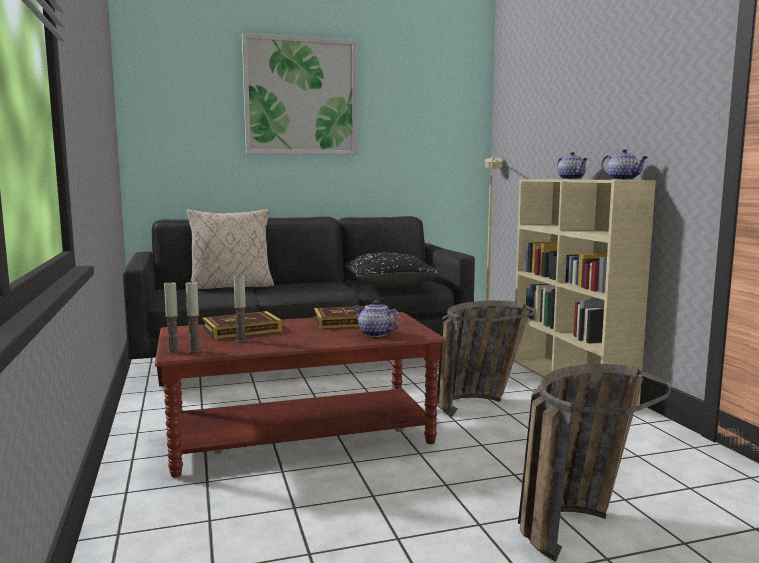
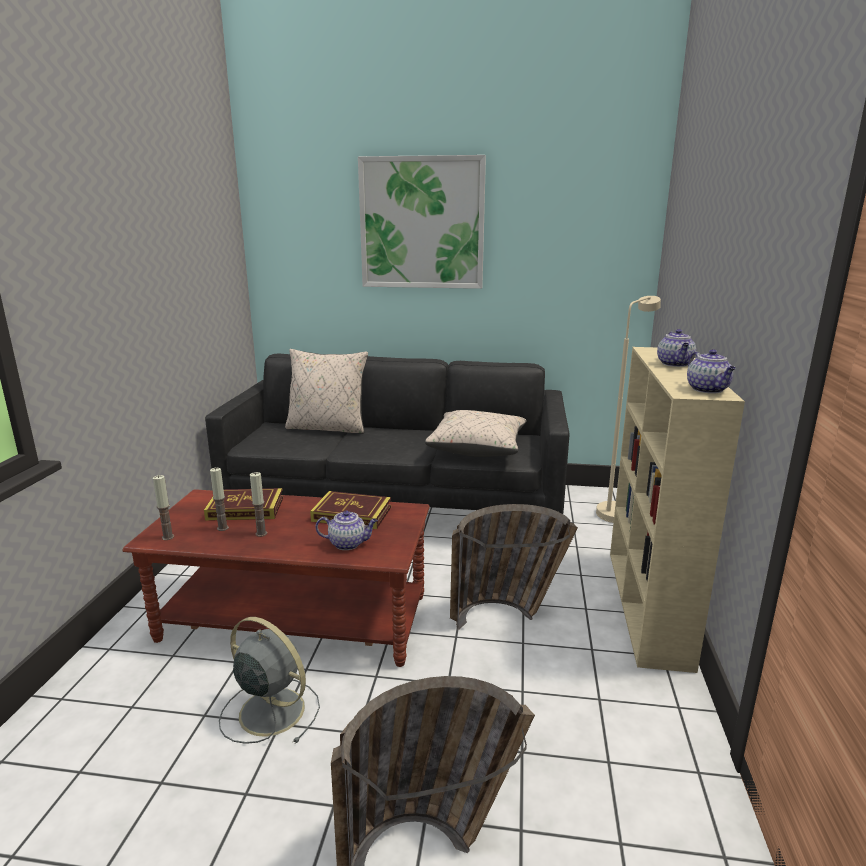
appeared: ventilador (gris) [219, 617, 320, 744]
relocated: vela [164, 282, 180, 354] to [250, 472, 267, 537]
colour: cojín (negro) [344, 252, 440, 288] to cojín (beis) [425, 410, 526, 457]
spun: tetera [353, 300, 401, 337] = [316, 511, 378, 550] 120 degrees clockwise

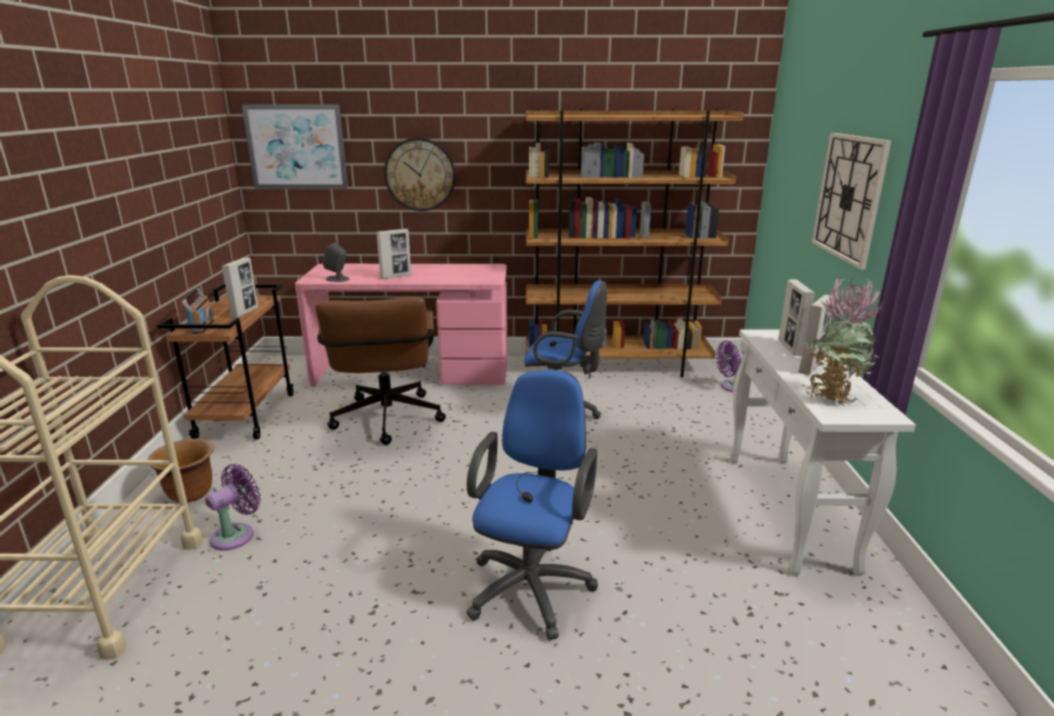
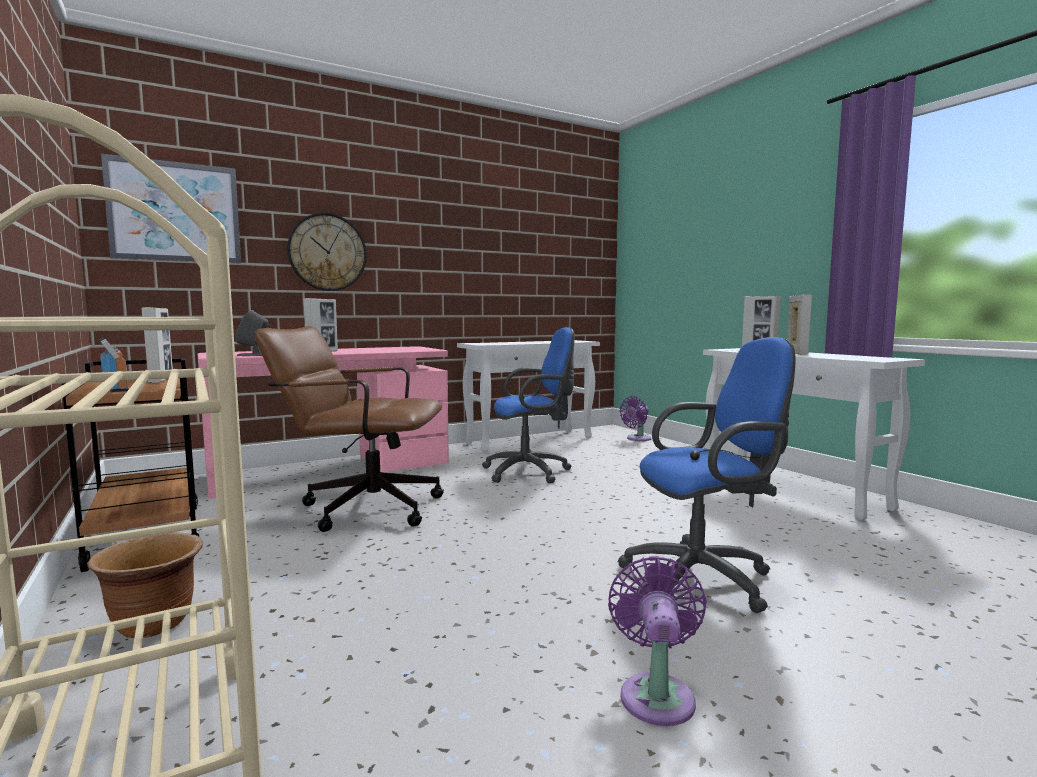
missing: reloj de pared [811, 133, 891, 270]; planta en maceta [802, 278, 882, 405]
relocated: ventilador (morado) [205, 464, 261, 551] to [608, 556, 707, 726]
exchanged: estantería (marrón) [526, 109, 744, 377] to mesa consola (blanco) [457, 340, 600, 452]
spun: silla de oficina (marrón) [315, 297, 446, 445] = [254, 326, 444, 532] 135 degrees clockwise; silla de oficina (azul) [466, 370, 598, 640] = [618, 337, 795, 613] 90 degrees clockwise

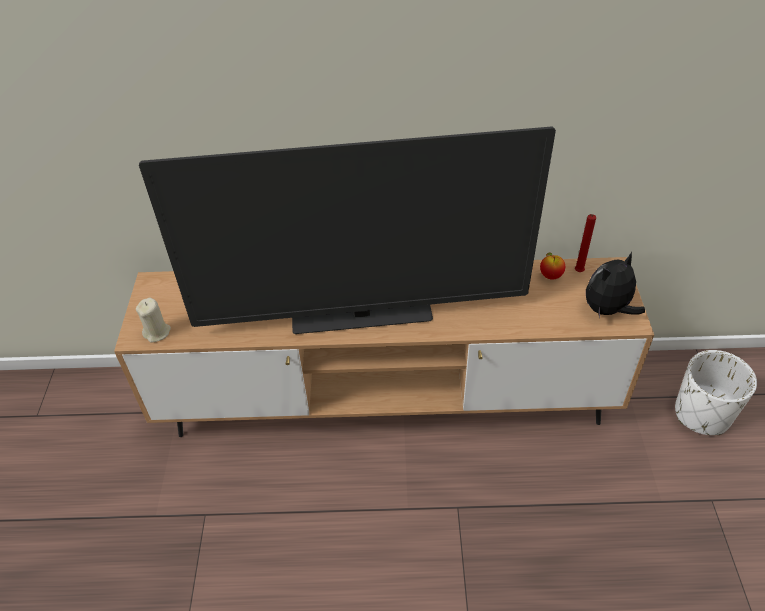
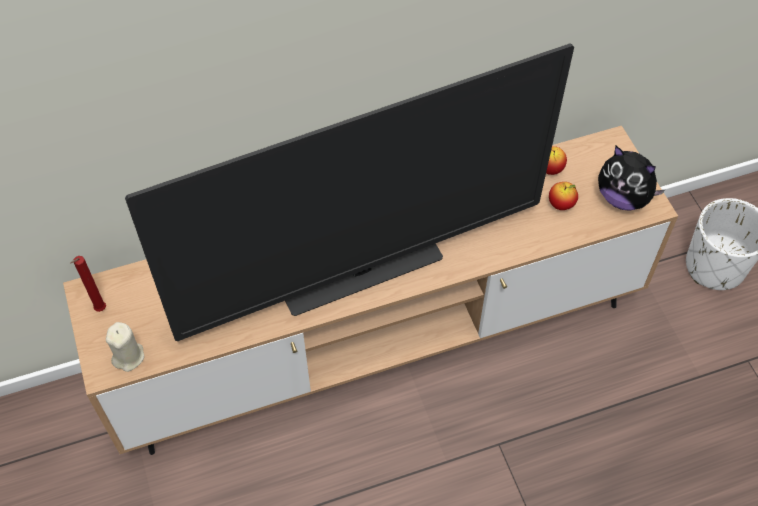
appeared: manzana [549, 182, 578, 210]
relocated: vela (rojo) [575, 214, 596, 272] to [70, 256, 106, 312]
spun: peluche [586, 251, 645, 318] = [598, 146, 665, 211] 90 degrees counterclockwise

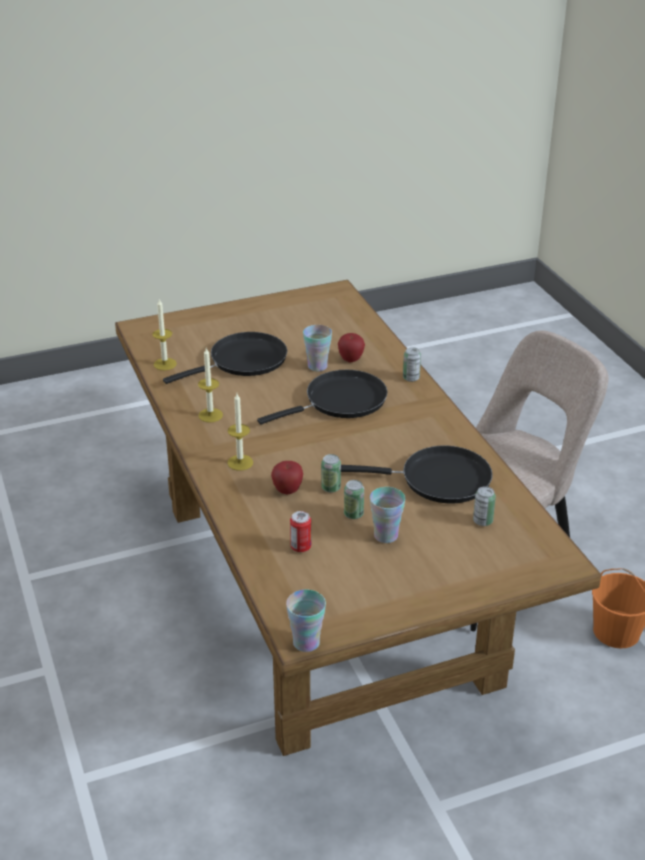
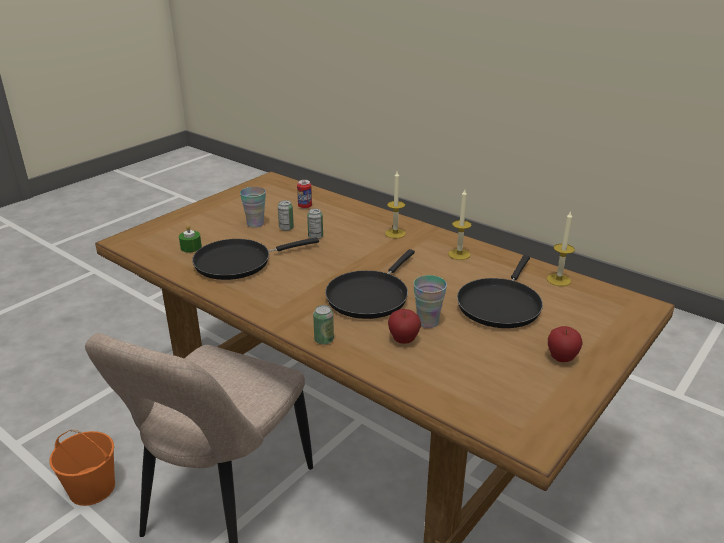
missing: taza [286, 590, 326, 652]
relocated: manzana [271, 461, 303, 494] to [548, 326, 583, 362]
exchanged: lata [473, 486, 496, 526] to vela (verde) [179, 225, 202, 253]

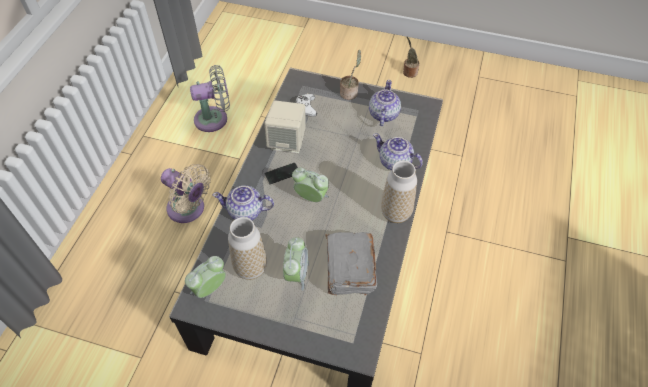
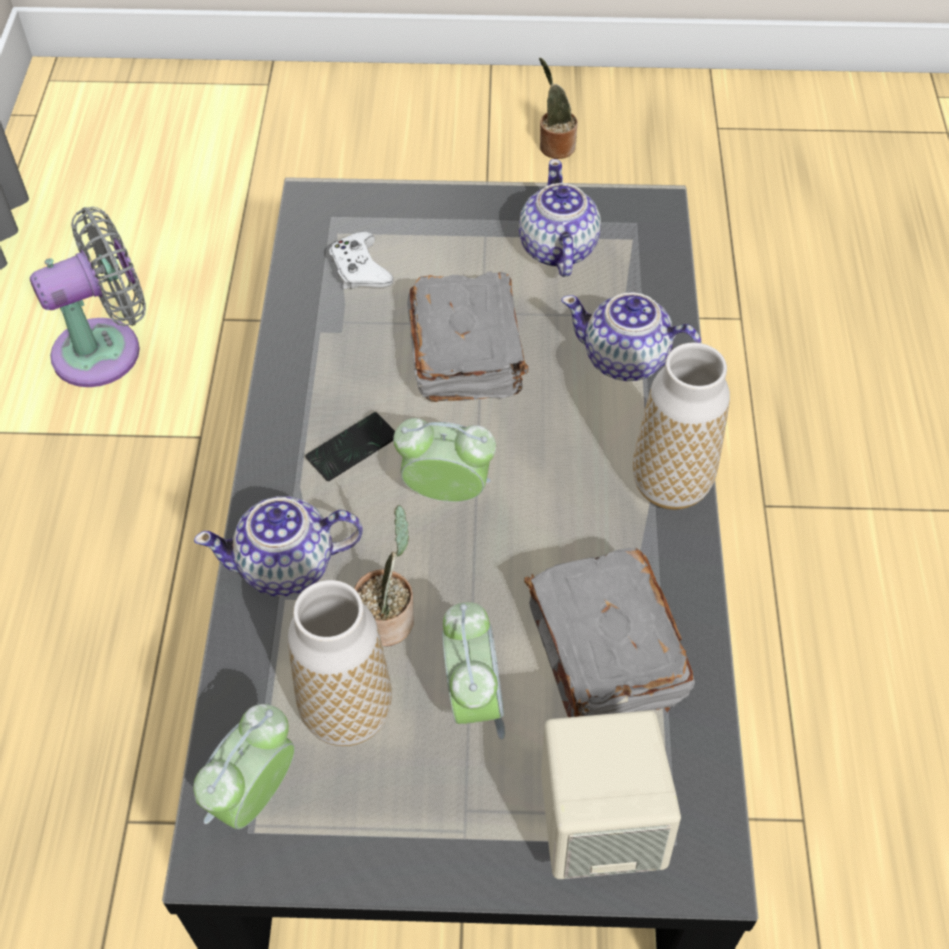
missing: ventilador (beis) [161, 164, 211, 223]
appeared: libro (gris) [407, 271, 528, 402]
relocated: planta en maceta [340, 50, 361, 100] to [354, 505, 414, 646]; altavoz (beis) [264, 100, 306, 154] to [541, 710, 681, 879]

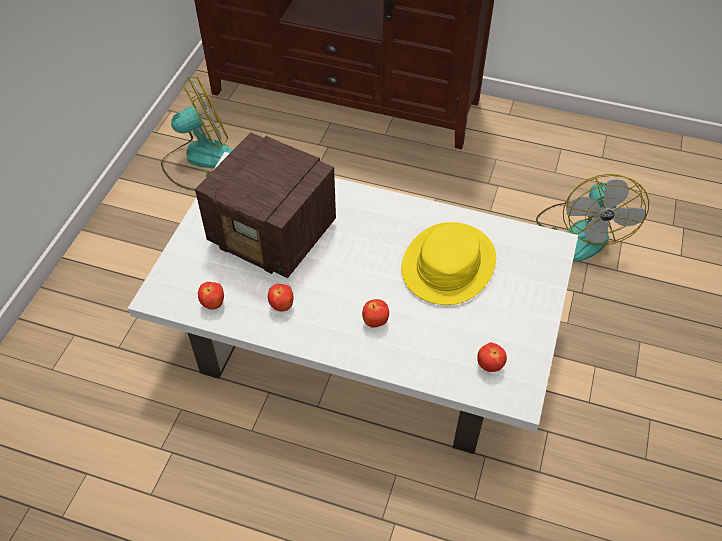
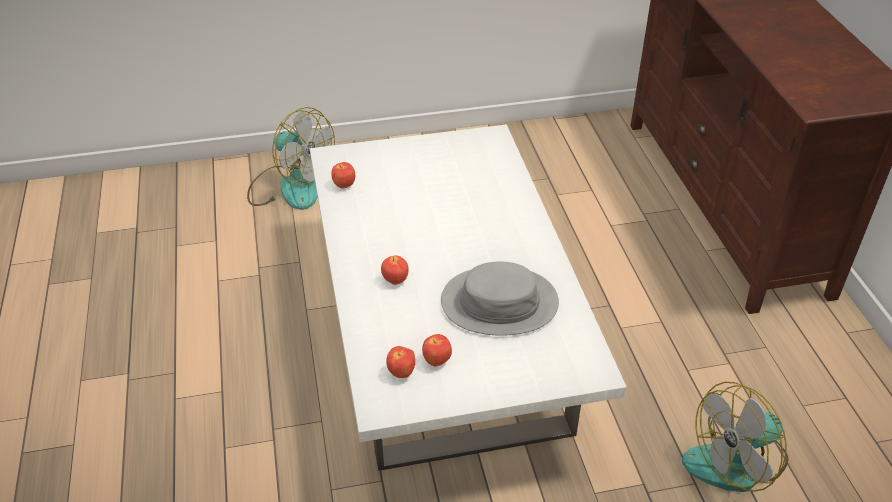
missing: radio [195, 132, 336, 278]
relocated: ventilador [161, 77, 233, 191] to [247, 107, 335, 210]; manzana [268, 284, 294, 311] to [422, 334, 452, 366]
colour: sombrero (amarillo) [401, 222, 496, 305] to sombrero (gris) [441, 262, 559, 336]

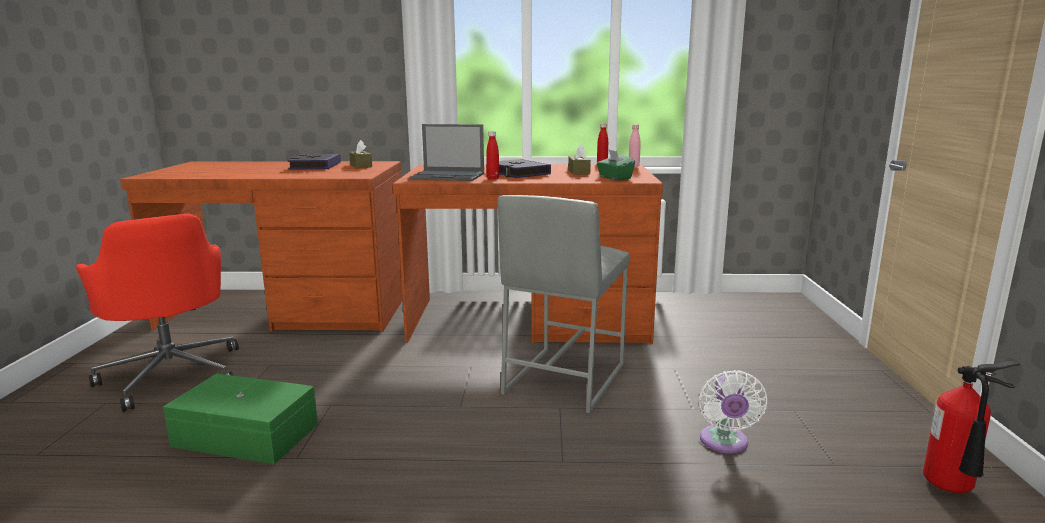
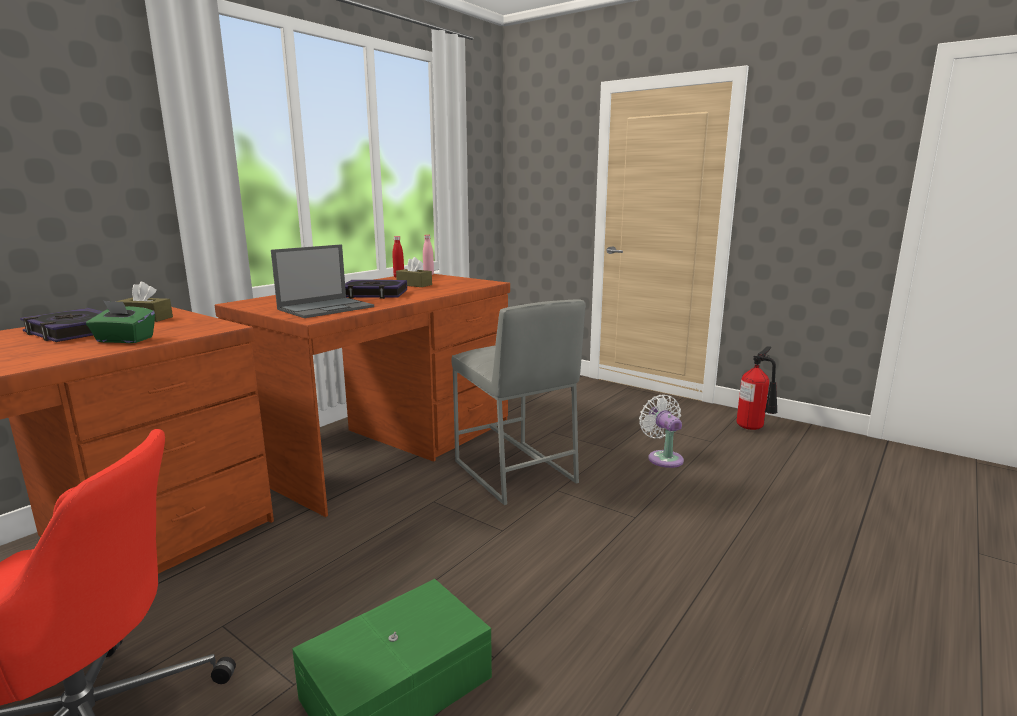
missing: botella (rojo) [486, 131, 499, 180]
relocated: caja de pañuelos (verde) [597, 150, 635, 180] to [86, 301, 155, 343]
spun: ventilador (blanco) [699, 370, 767, 453] = [639, 395, 684, 468] 150 degrees counterclockwise

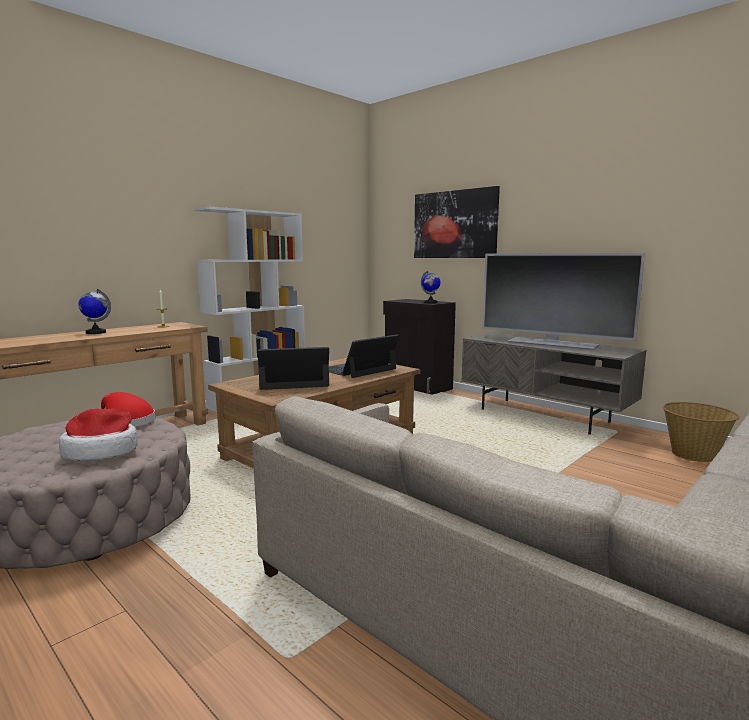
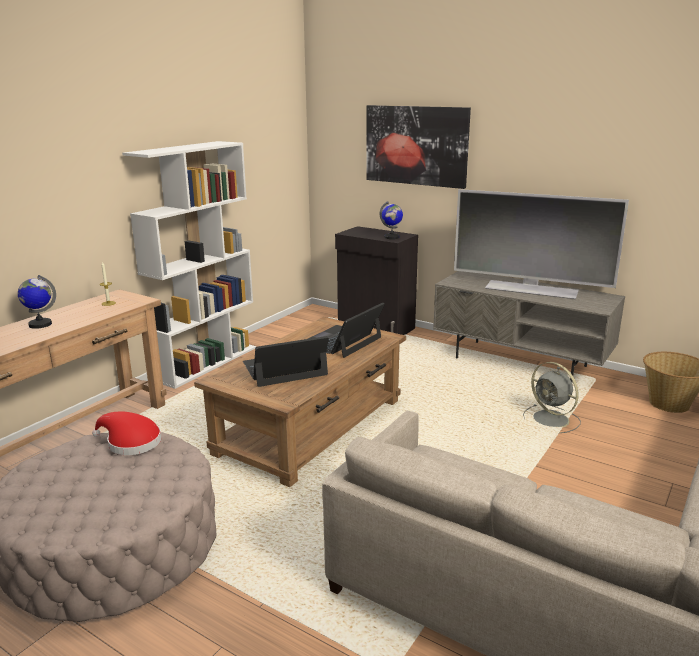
missing: sombrero [59, 409, 138, 461]
appeared: ventilador (gris) [523, 362, 581, 433]

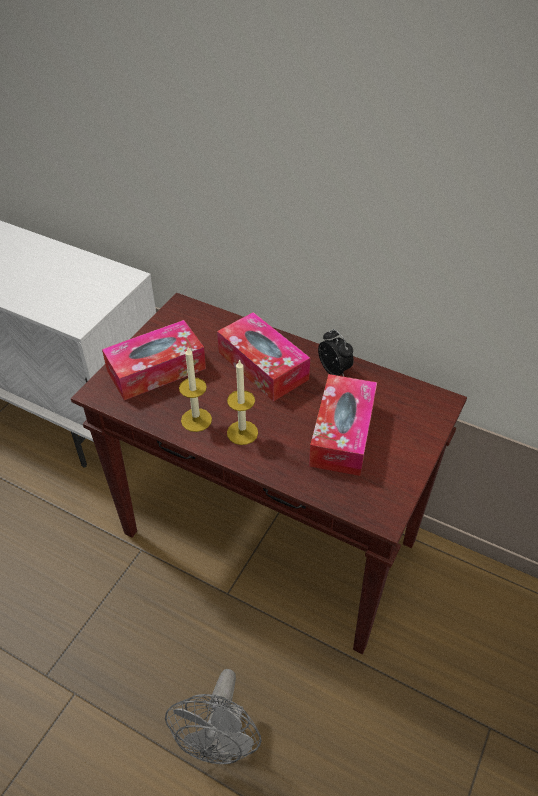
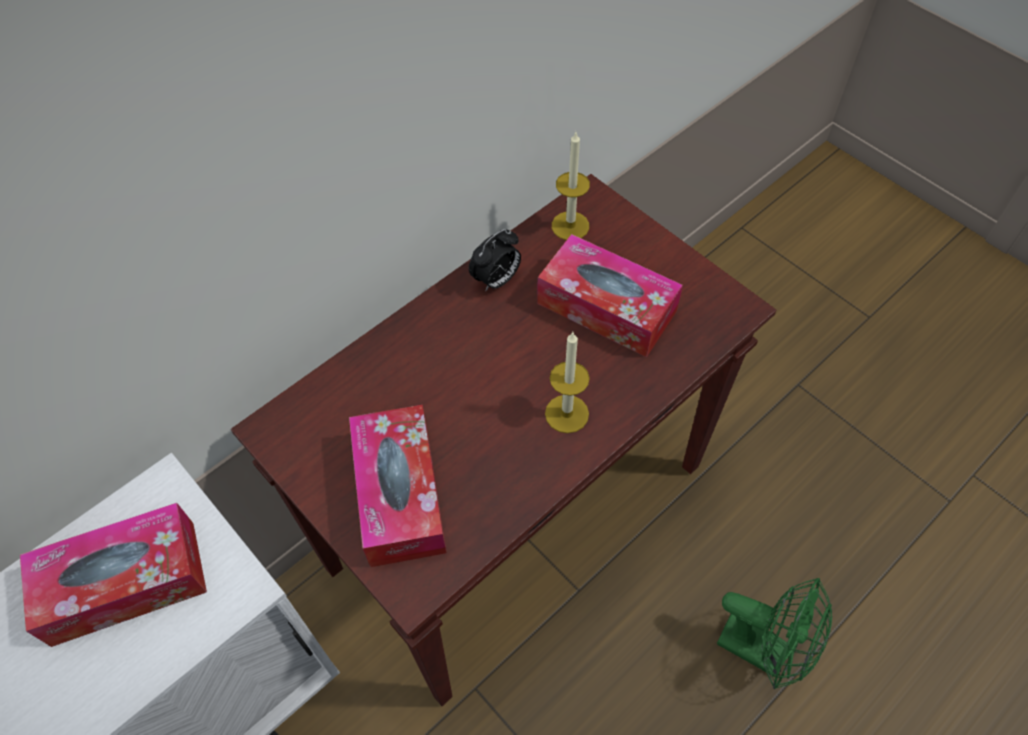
relocated: caja de pañuelos [217, 312, 310, 402] to [20, 503, 207, 647]; vela [179, 347, 212, 432] to [552, 132, 590, 240]
colour: ventilador (gris) [165, 669, 261, 764] to ventilador (verde) [717, 578, 832, 689]
spun: despertador [318, 329, 354, 377] = [469, 229, 521, 292] 150 degrees clockwise

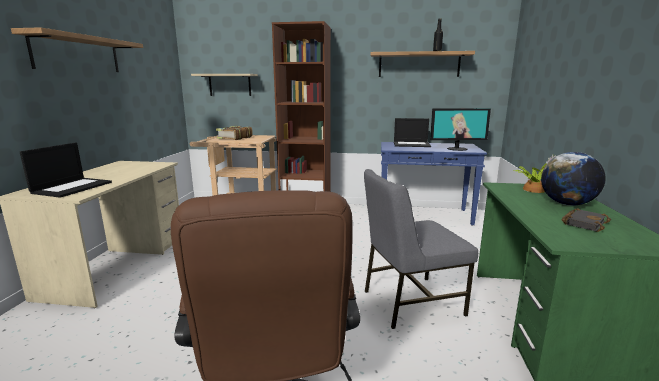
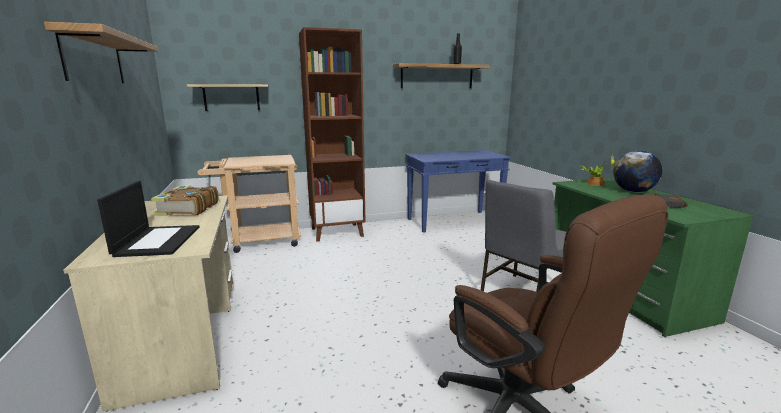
missing: monitor [430, 108, 491, 151]; portátil [394, 118, 431, 147]
relocated: libro [216, 126, 253, 140] to [151, 186, 219, 216]

